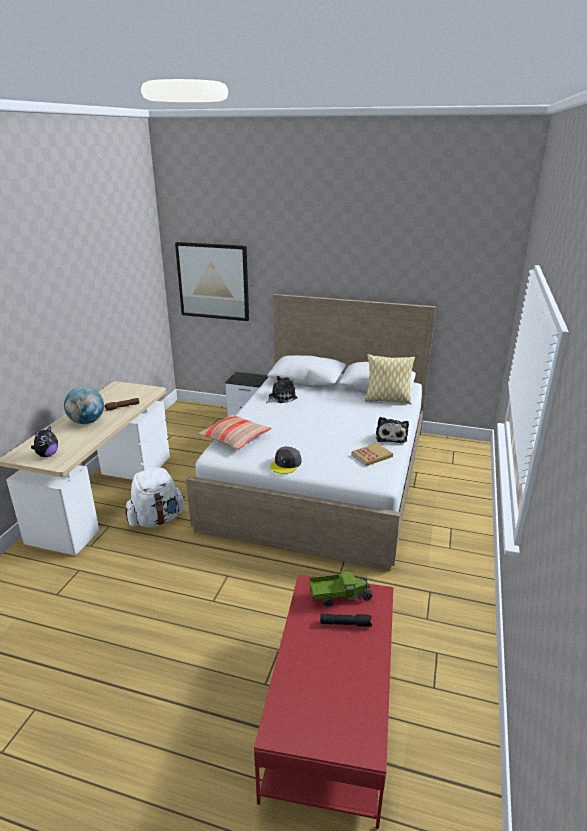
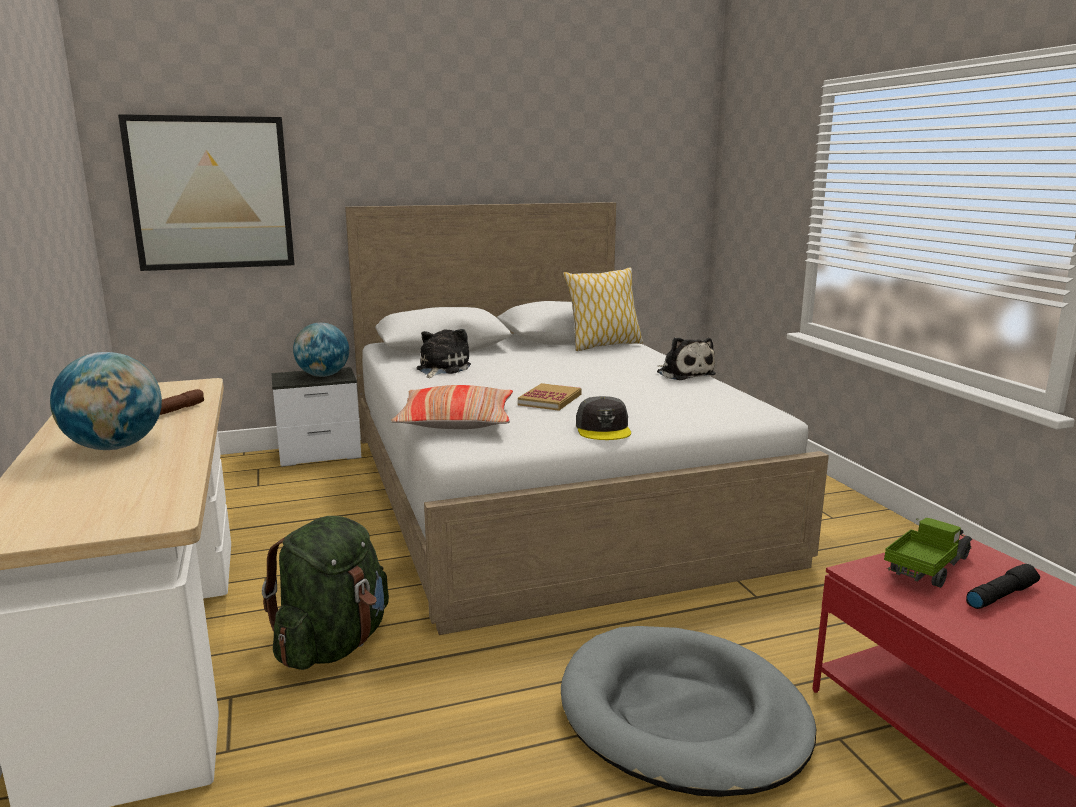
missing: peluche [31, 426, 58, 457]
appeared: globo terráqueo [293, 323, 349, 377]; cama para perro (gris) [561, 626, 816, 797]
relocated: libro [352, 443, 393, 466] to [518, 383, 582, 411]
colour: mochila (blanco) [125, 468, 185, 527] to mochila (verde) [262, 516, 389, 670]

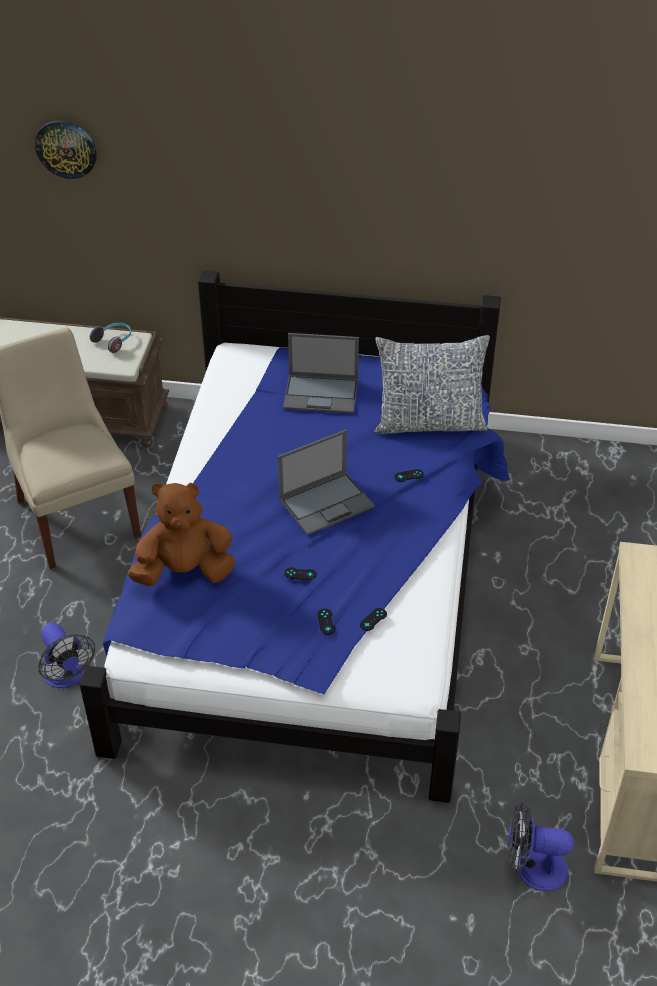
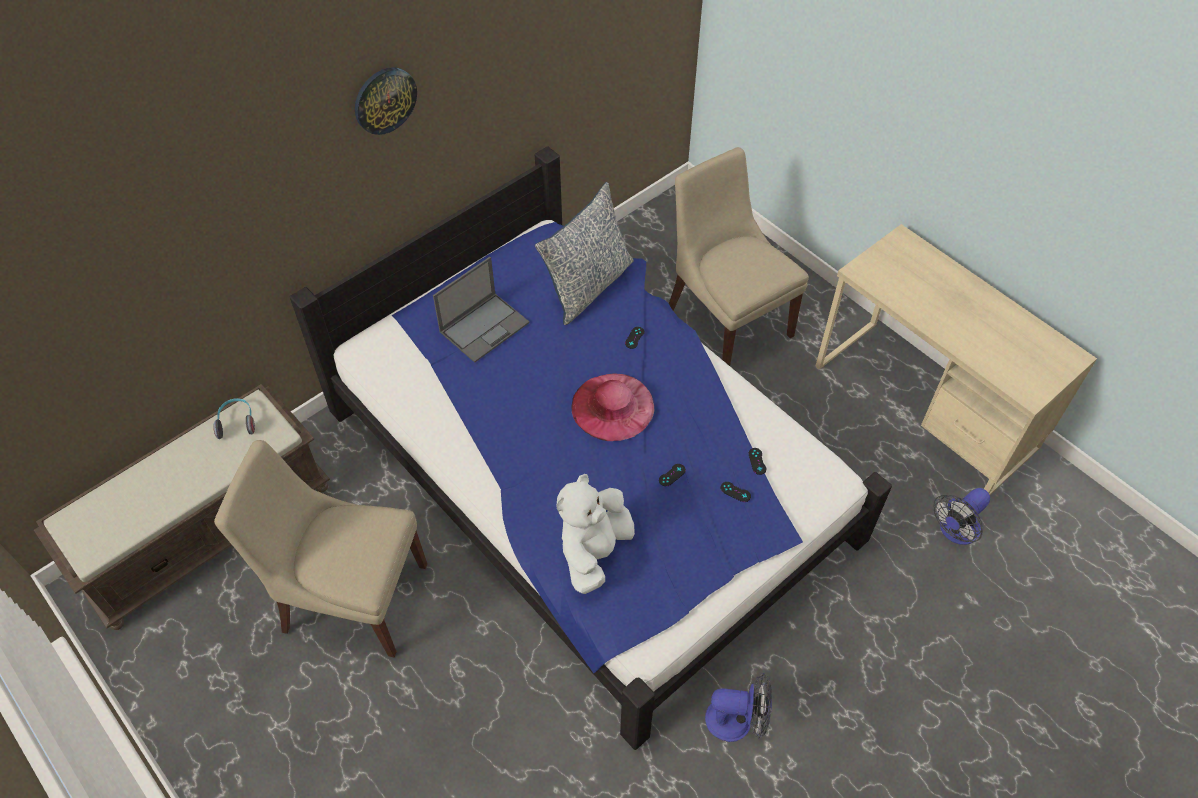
appeared: silla (beis) [669, 147, 809, 366]
relocated: reloj de pared [35, 120, 97, 179] to [355, 67, 417, 135]; ventilador [38, 622, 95, 688] to [705, 673, 772, 742]
exchanged: portátil [278, 429, 375, 535] to sombrero (rosa) [571, 373, 655, 441]
colour: peluche (marrón) [128, 483, 235, 586] to peluche (blanco) [557, 474, 635, 594]

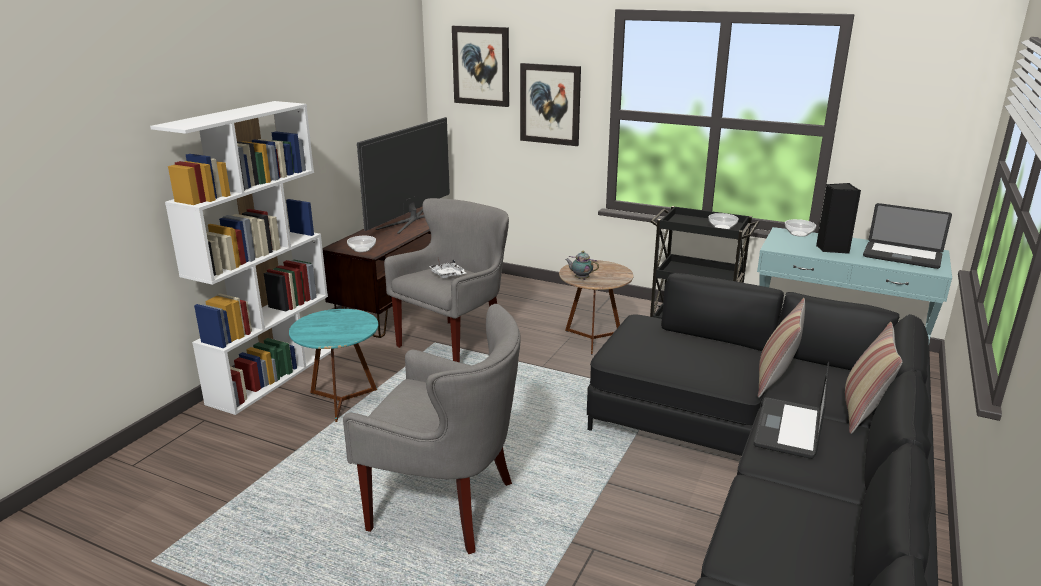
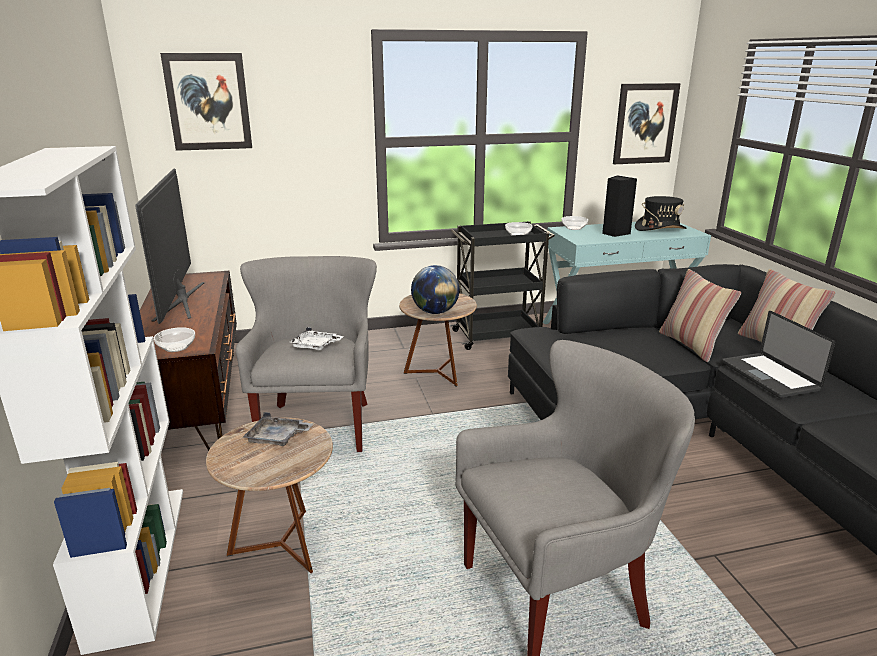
appeared: bandeja (gris) [243, 412, 313, 446]
relocated: cuadro [520, 63, 581, 146] to [613, 83, 681, 164]
exchanged: portátil [863, 203, 952, 269] to sombrero (negro) [635, 196, 686, 231]; tetera [565, 251, 599, 280] to globo terráqueo [411, 265, 460, 314]
colour: mesa auxiliar (turquesa) [289, 309, 378, 422] to mesa auxiliar (marrón) [206, 418, 333, 573]

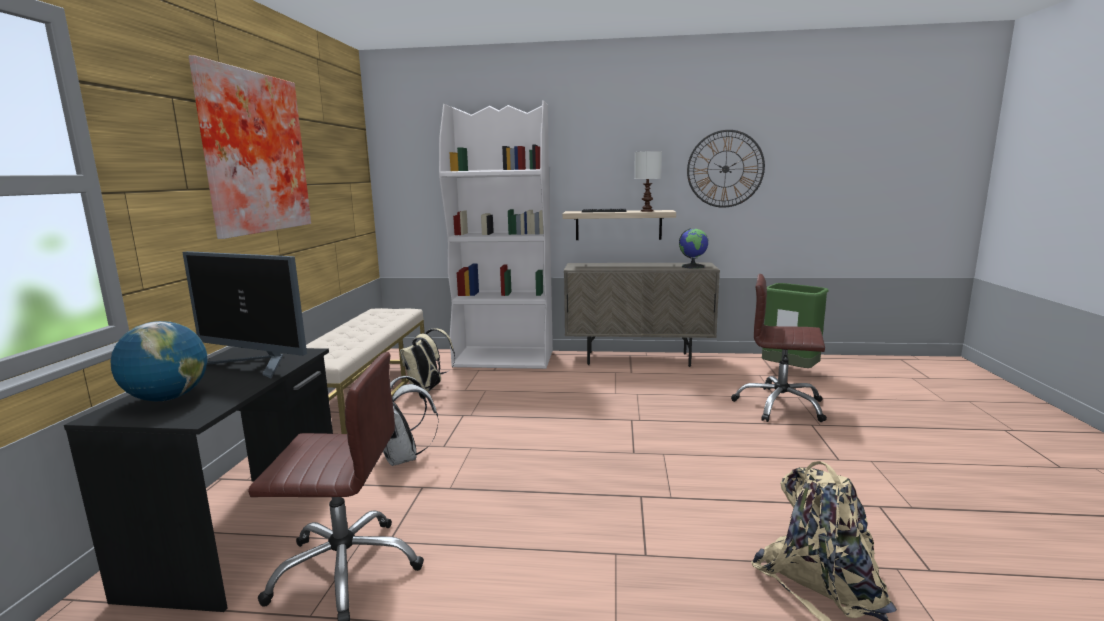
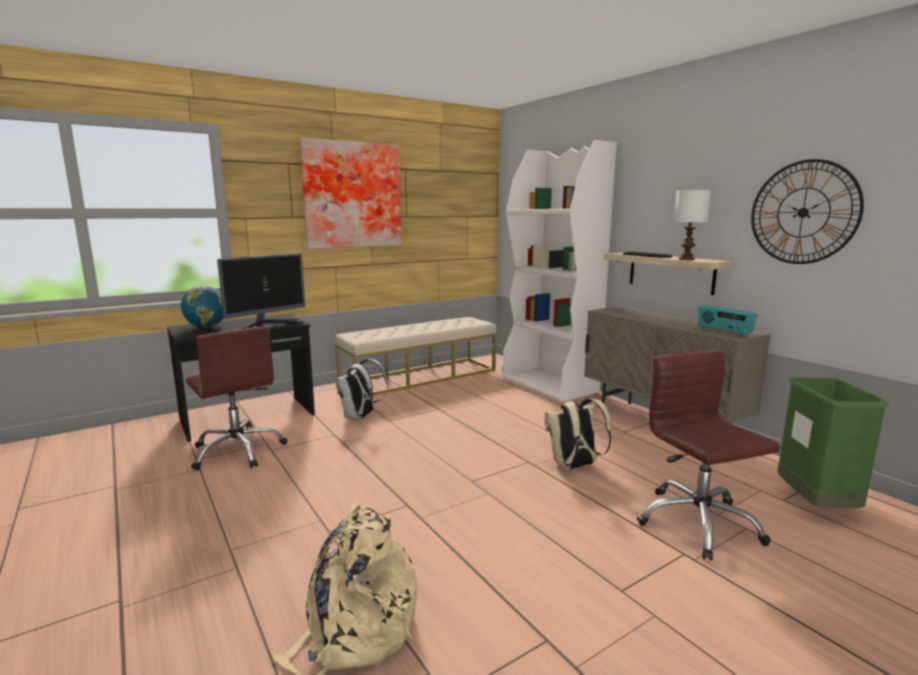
relocated: mochila (beis) [400, 328, 455, 392] to [545, 398, 611, 470]
exchanged: globo terráqueo [679, 228, 709, 269] to radio [698, 305, 758, 337]
spun: monitor [182, 251, 307, 379] = [217, 254, 305, 329] 120 degrees counterclockwise

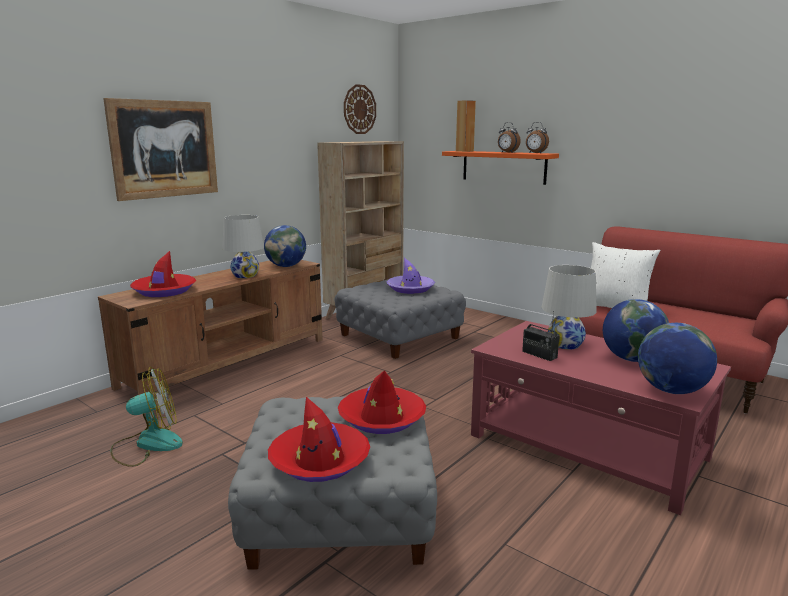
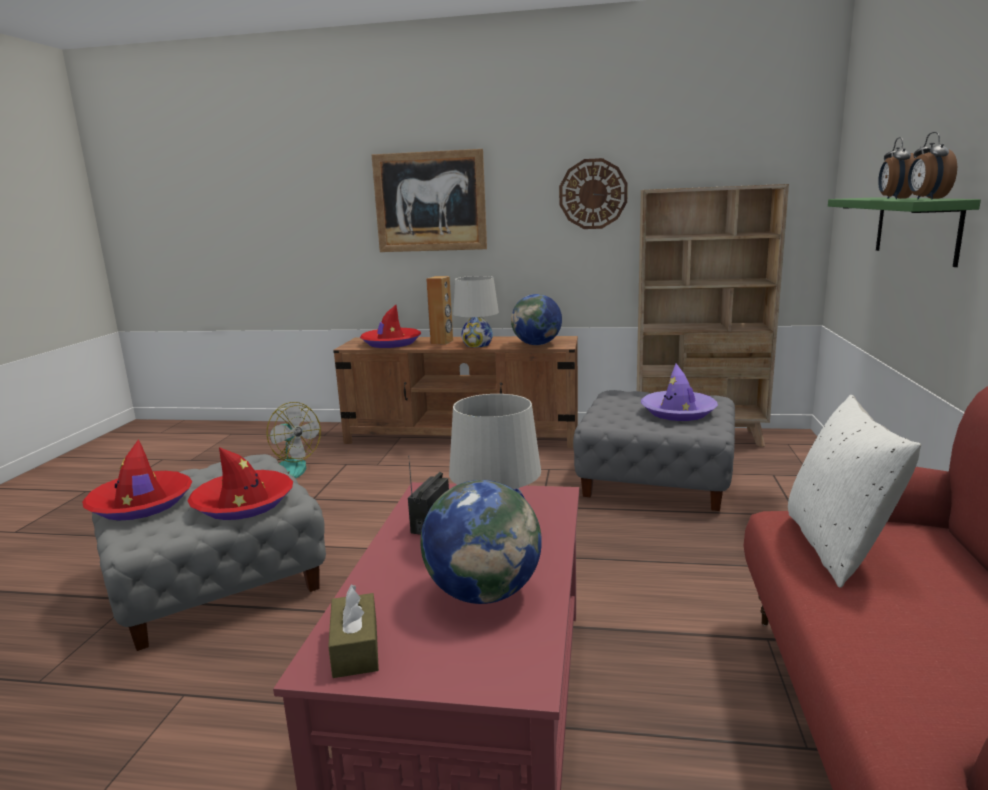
relocated: reloj de pared [344, 84, 376, 134] to [559, 158, 628, 229]; altavoz (marrón) [456, 100, 476, 152] to [426, 276, 453, 345]
exchanged: globo terráqueo [638, 323, 717, 394] to caja de pañuelos (marrón) [328, 584, 379, 678]
colour: estante (naranja) [442, 151, 559, 185] to estante (verde) [828, 197, 981, 267]

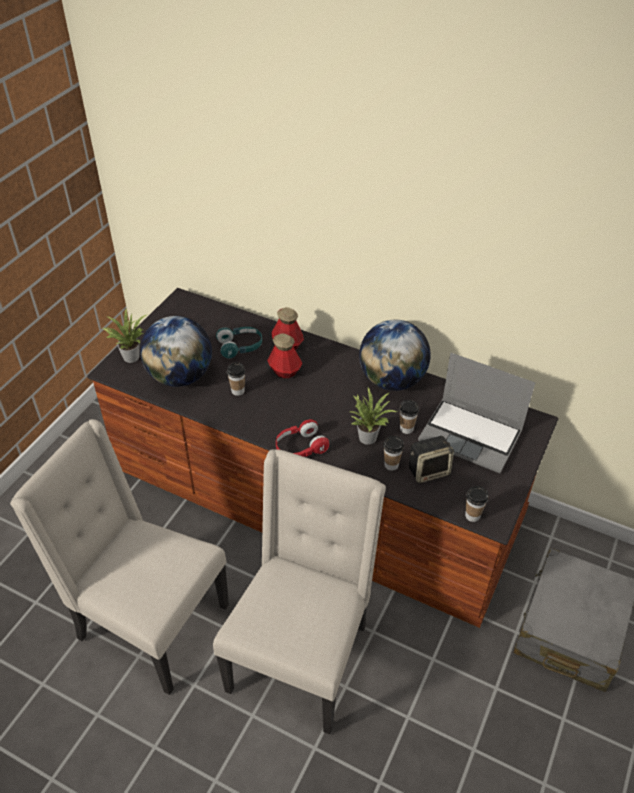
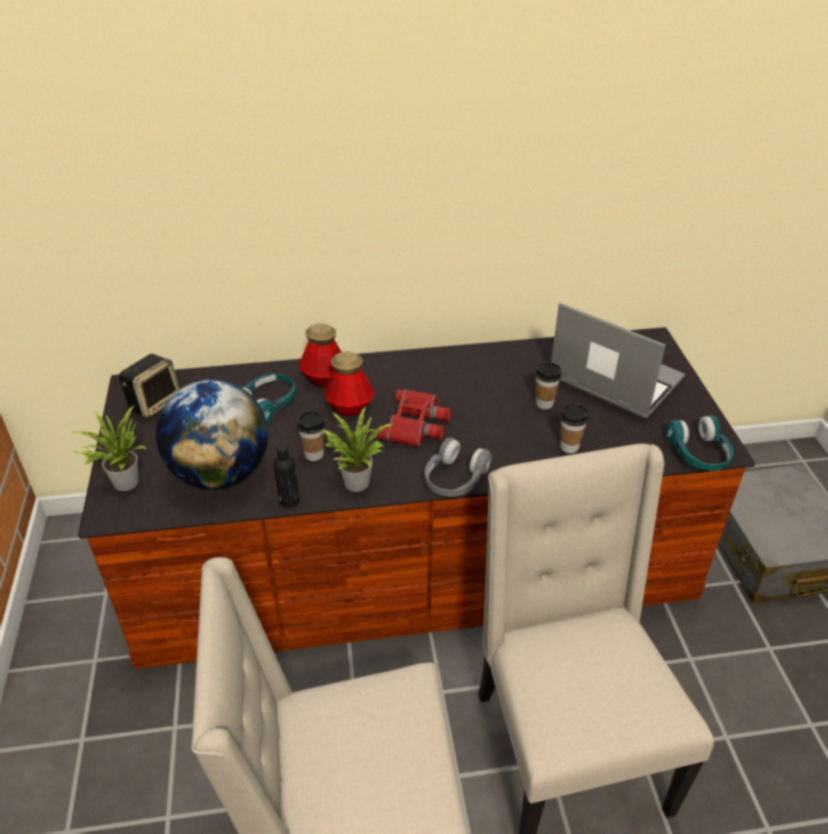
missing: globo terráqueo [359, 320, 431, 391]
appeared: prismáticos (rojo) [377, 389, 452, 448]; botella (negro) [273, 444, 300, 508]
relocated: planta en maceta [350, 387, 397, 445] to [321, 407, 393, 492]; altavoz [409, 436, 454, 483] to [119, 354, 180, 418]
exchanged: taza [465, 486, 488, 522] to auriculares (turquesa) [666, 415, 733, 471]
colour: auriculares (rojo) [276, 419, 329, 457] to auriculares (gris) [424, 438, 492, 497]
spun: portátil [418, 353, 535, 473] = [551, 303, 685, 419] 135 degrees counterclockwise

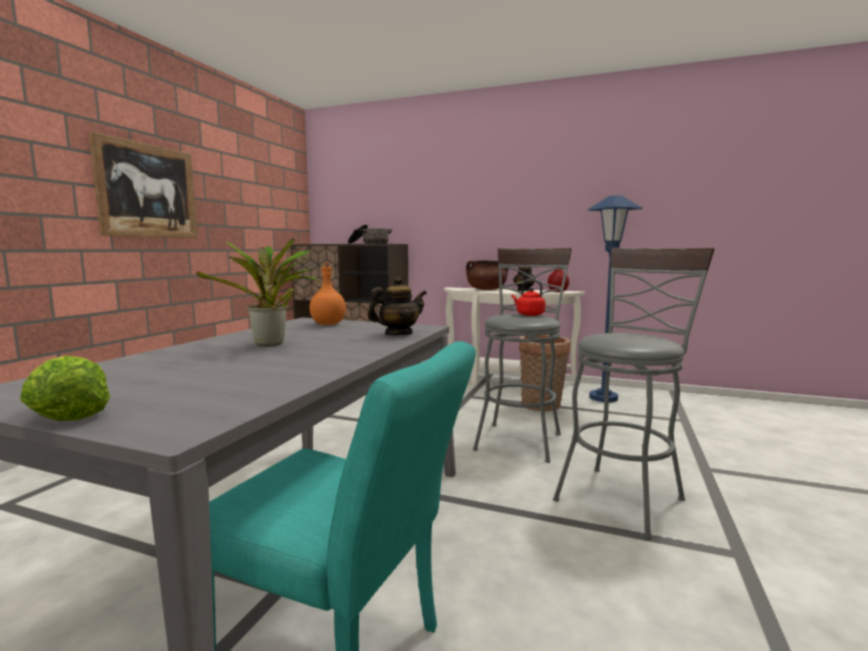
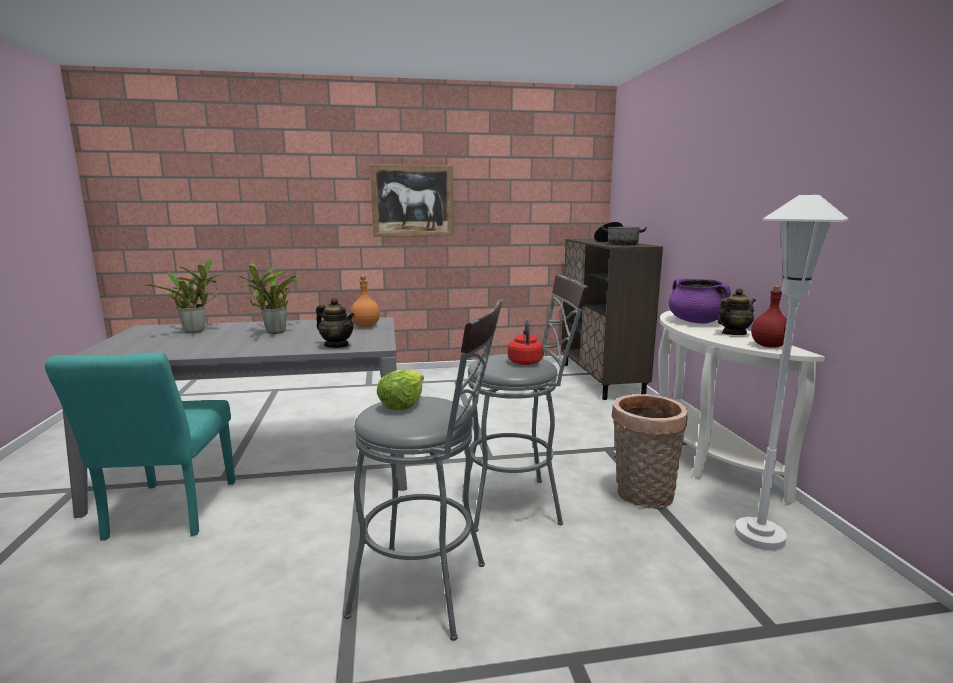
appeared: planta en maceta [145, 258, 225, 333]
relocated: lechuga [20, 355, 110, 421] to [377, 370, 424, 410]
colour: lámpara de pie (azul) [588, 195, 643, 402] to lámpara de pie (blanco) [735, 195, 849, 550]; olla (marrón) [466, 260, 509, 290] to olla (morado) [668, 278, 731, 324]

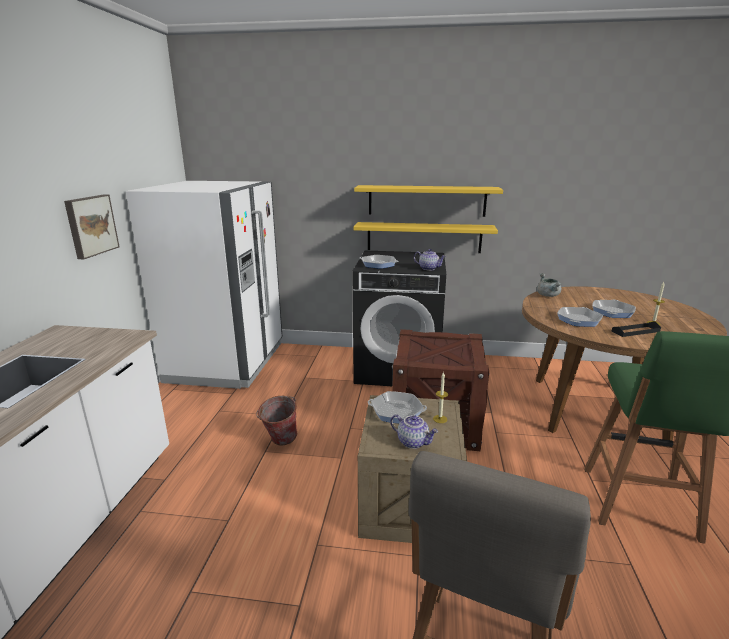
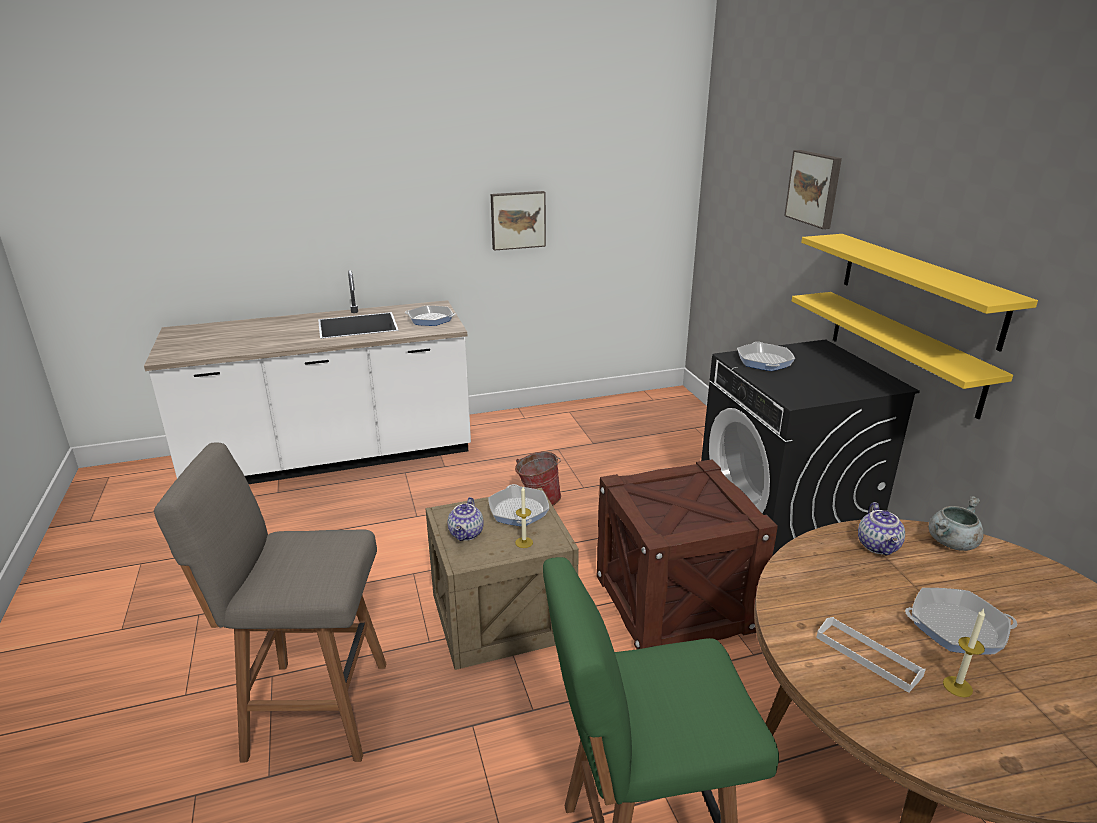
missing: nevera (blanco) [126, 181, 282, 389]
appeared: cuadro [784, 150, 842, 229]
relocated: tetera [414, 249, 446, 271] to [858, 502, 905, 556]; sartén [557, 307, 603, 327] to [405, 306, 456, 326]
colour: bandeja (negro) [611, 322, 661, 337] to bandeja (blanco) [816, 617, 926, 693]

